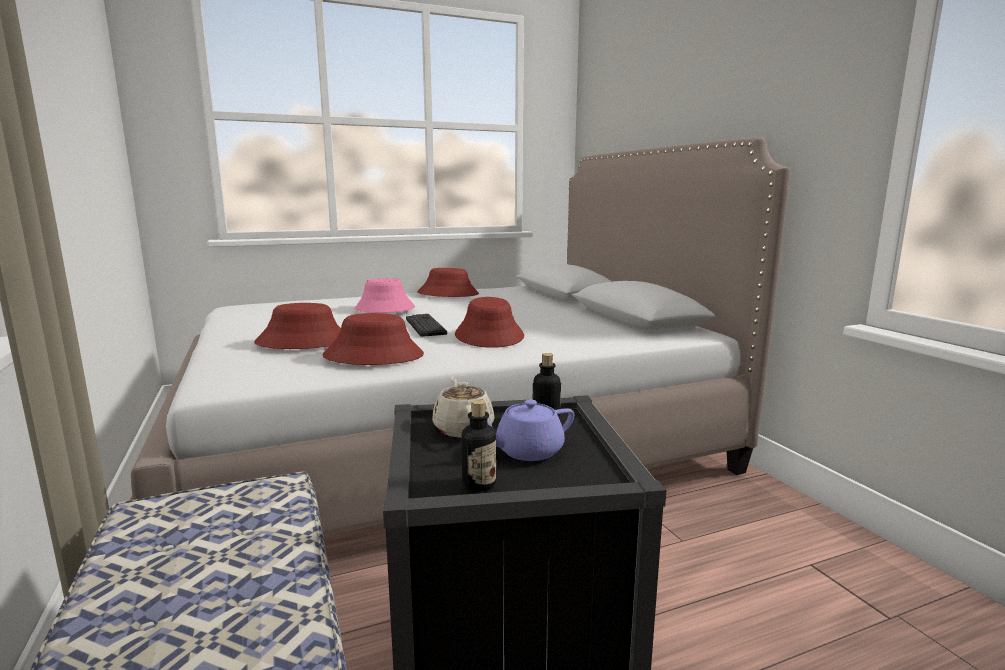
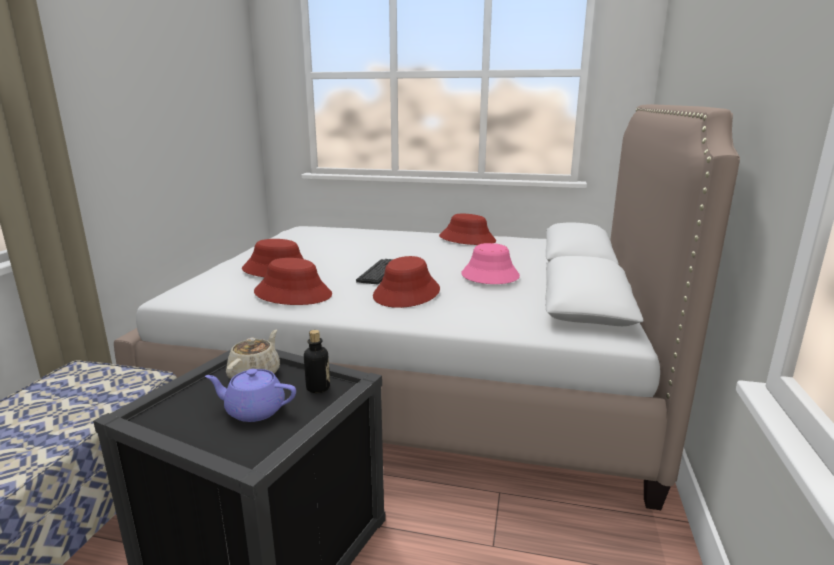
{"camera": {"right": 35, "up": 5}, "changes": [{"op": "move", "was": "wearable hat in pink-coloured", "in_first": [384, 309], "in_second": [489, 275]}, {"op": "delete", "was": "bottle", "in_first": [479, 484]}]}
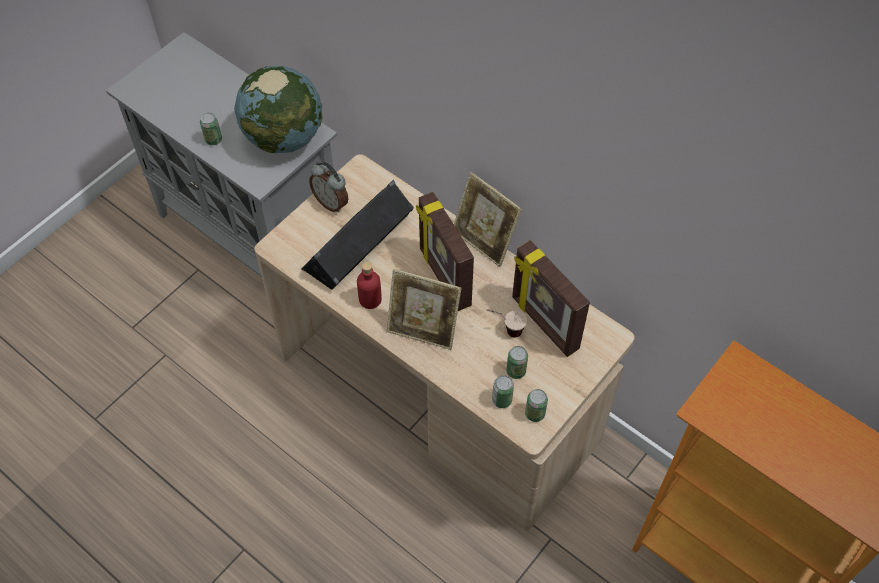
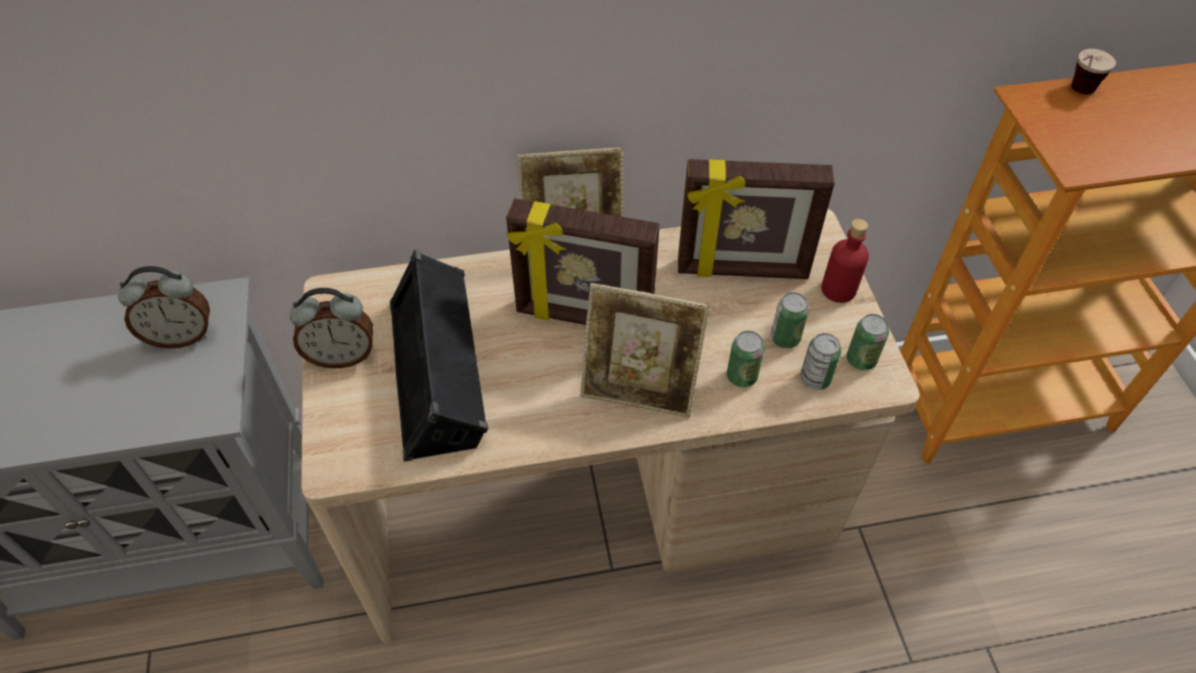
{"camera": {"right": -50, "up": -5}, "changes": [{"op": "replace", "was": "world globe", "now": "table clock", "in_first": [284, 138], "in_second": [182, 336]}, {"op": "rotate", "was": "standing frame", "in_first": [423, 330], "in_second": [639, 390], "clockwise": 45}, {"op": "move", "was": "metal can", "in_first": [213, 140], "in_second": [741, 376]}, {"op": "move", "was": "bottle in reddish", "in_first": [370, 299], "in_second": [838, 289]}, {"op": "move", "was": "small cup", "in_first": [505, 330], "in_second": [1075, 94]}]}
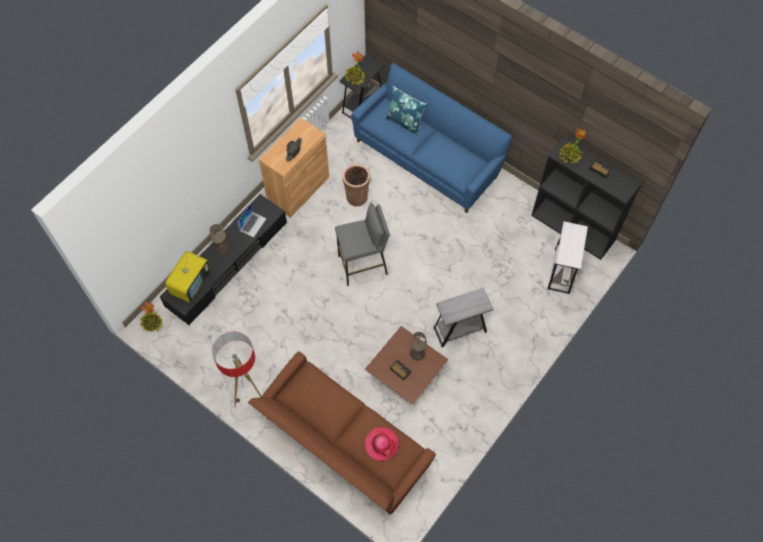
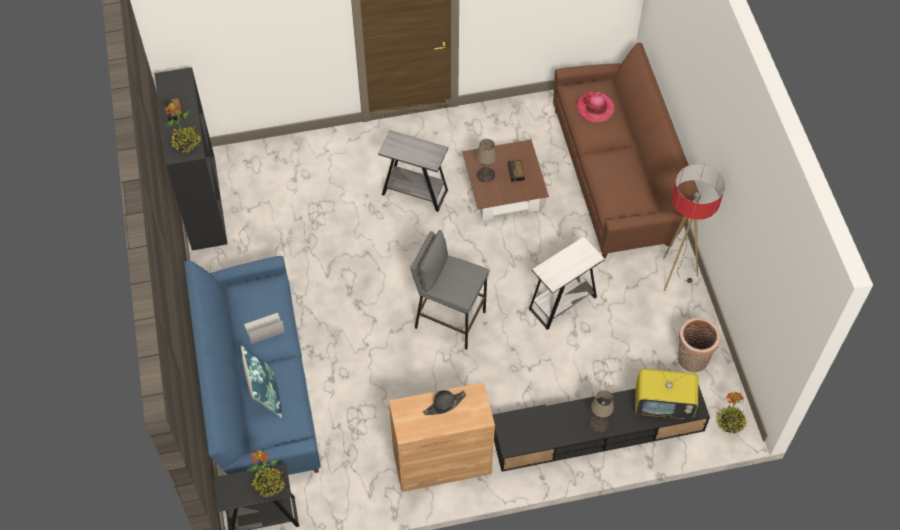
{"camera": {"right": -140, "up": -5}, "changes": [{"op": "move", "was": "portable computer", "in_first": [252, 224], "in_second": [264, 328]}, {"op": "move", "was": "end table in whitish", "in_first": [562, 271], "in_second": [562, 303]}, {"op": "rotate", "was": "TV set", "in_first": [191, 284], "in_second": [663, 404], "clockwise": -150}, {"op": "move", "was": "storage basket", "in_first": [357, 196], "in_second": [691, 360]}]}
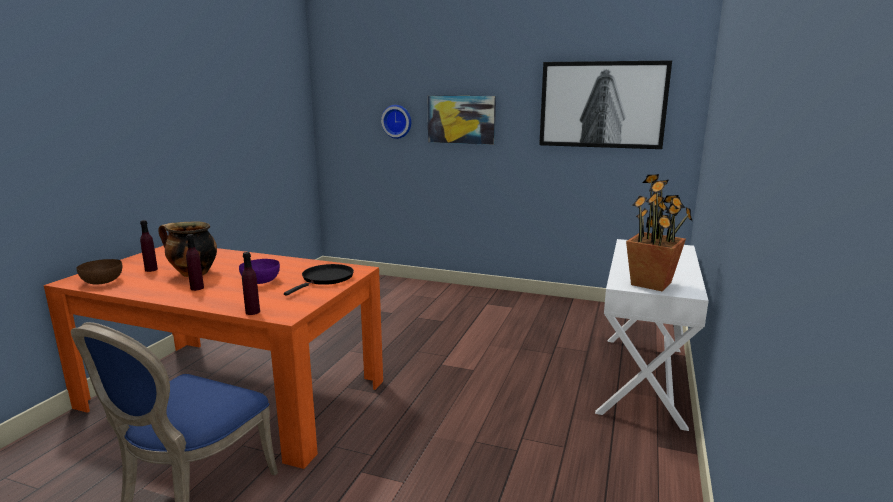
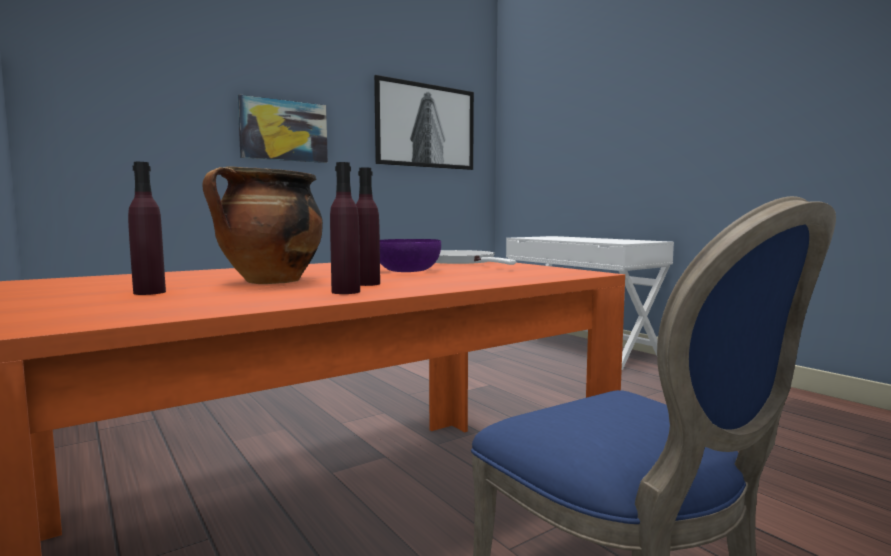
{"camera": {"right": -55, "up": -10}, "changes": [{"op": "move", "was": "bottle in purple-coloured", "in_first": [252, 312], "in_second": [346, 292]}, {"op": "recolor", "was": "skillet in blackish", "now": "skillet in whitish", "in_first": [326, 279], "in_second": [460, 262]}, {"op": "delete", "was": "bowl in brown", "in_first": [102, 281]}, {"op": "delete", "was": "clock on the wall", "in_first": [397, 121]}, {"op": "delete", "was": "plant in a pot", "in_first": [652, 283]}]}
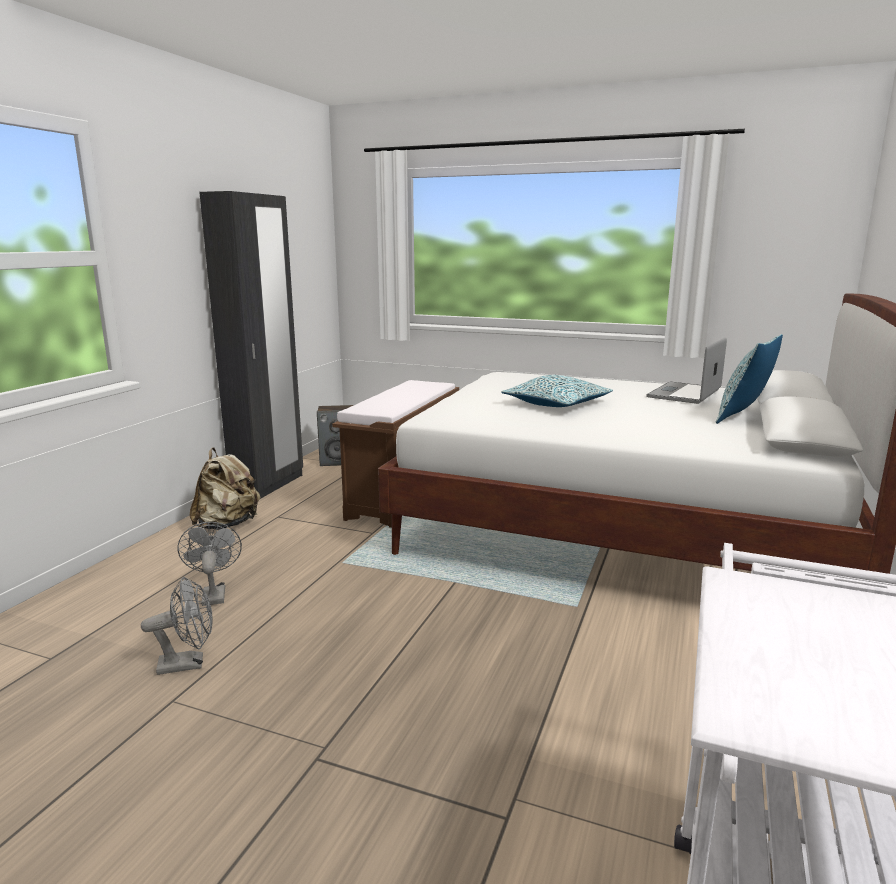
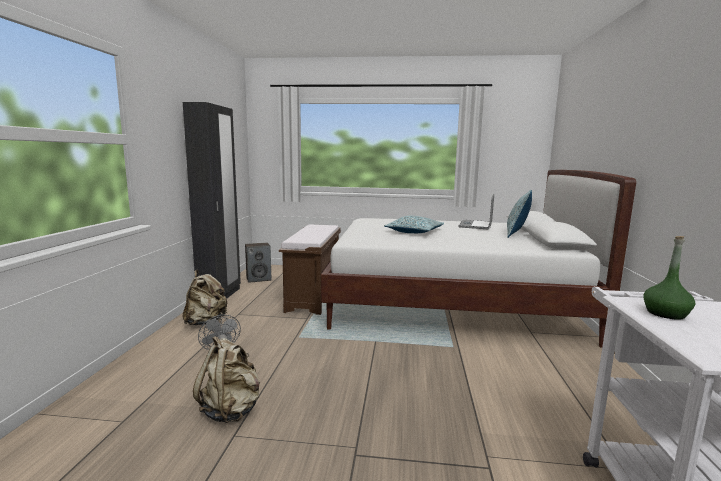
{"camera": {"right": -15, "up": -5}, "changes": [{"op": "replace", "was": "fan in gray", "now": "rucksack in beige-coloured", "in_first": [188, 663], "in_second": [231, 410]}, {"op": "insert", "now": "bottle in greenish", "in_second": [665, 313]}]}
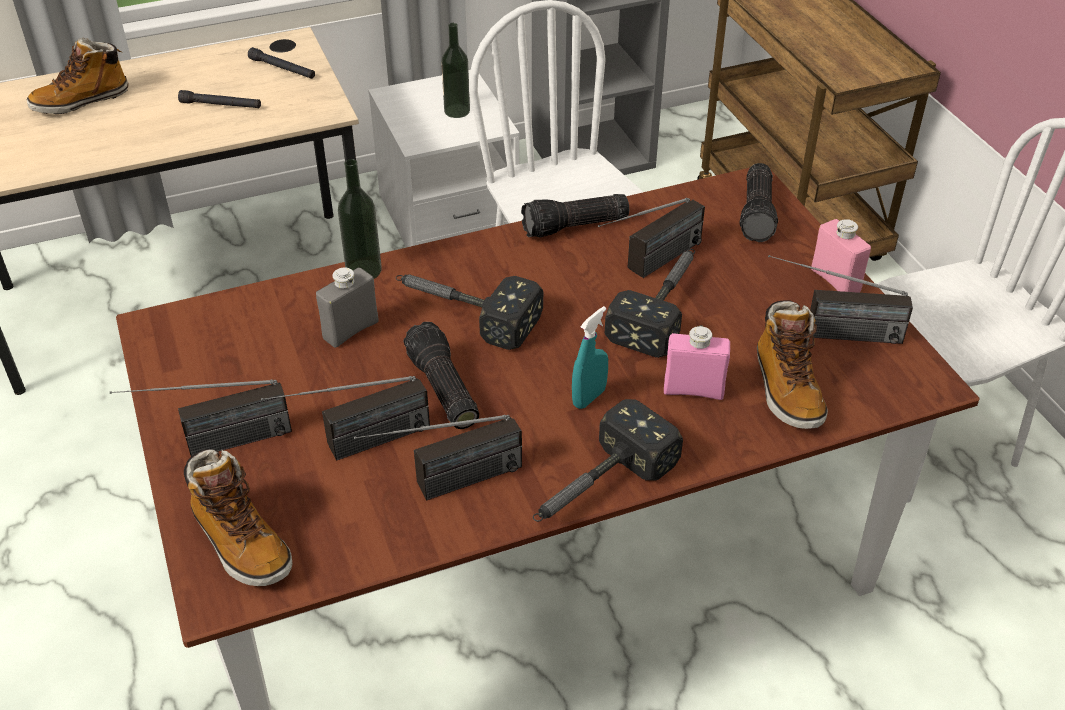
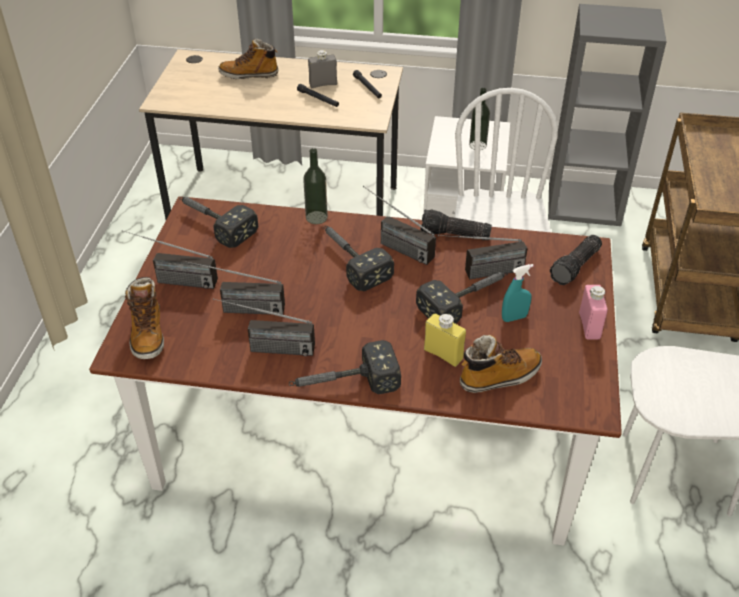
{"camera": {"right": 30, "up": 0}, "changes": [{"op": "insert", "now": "hand hammer", "in_second": [213, 223]}, {"op": "move", "was": "bottle in gray", "in_first": [351, 330], "in_second": [323, 84]}, {"op": "move", "was": "radio", "in_first": [829, 333], "in_second": [393, 245]}, {"op": "recolor", "was": "bottle in pink-coloured", "now": "bottle in yellow-coloured", "in_first": [693, 390], "in_second": [443, 354]}, {"op": "rotate", "was": "tall boot", "in_first": [786, 389], "in_second": [499, 377], "clockwise": -135}, {"op": "move", "was": "sprayer in turquoise-coloured", "in_first": [589, 397], "in_second": [514, 318]}, {"op": "delete", "was": "flashlight", "in_first": [441, 389]}]}
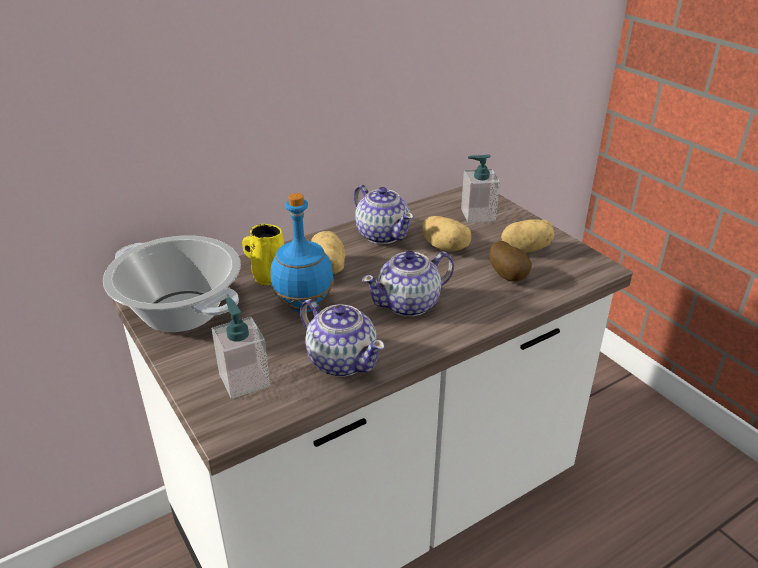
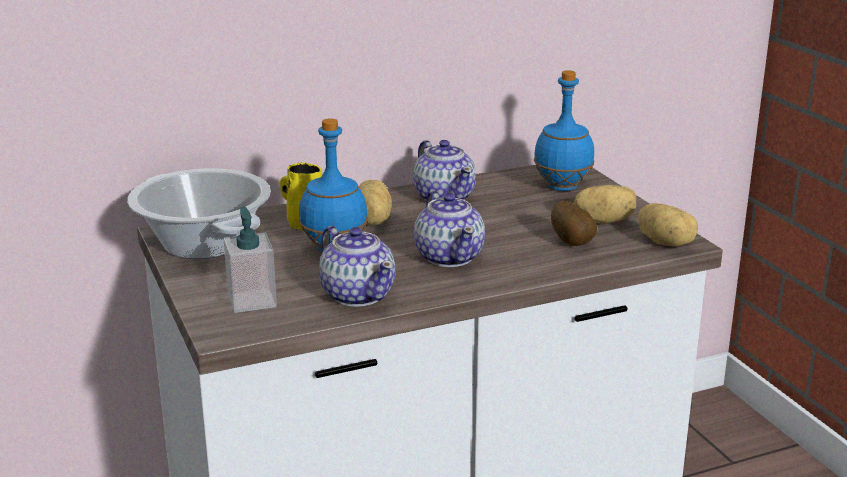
{"camera": {"right": 10, "up": -10}, "changes": [{"op": "rotate", "was": "teapot", "in_first": [409, 304], "in_second": [449, 256], "clockwise": -90}, {"op": "replace", "was": "liquid soap bottle", "now": "bottle in blue", "in_first": [477, 215], "in_second": [563, 187]}, {"op": "move", "was": "potato", "in_first": [446, 247], "in_second": [666, 243]}]}
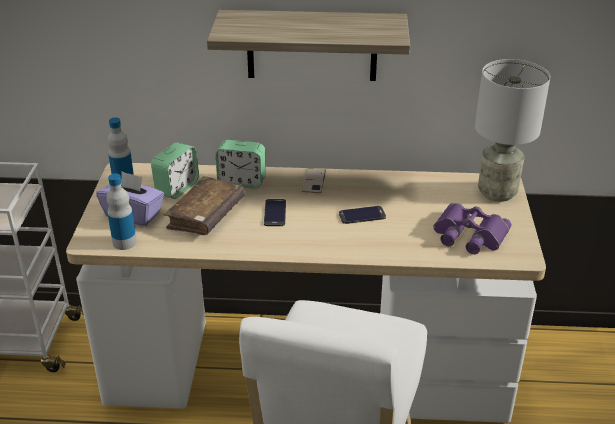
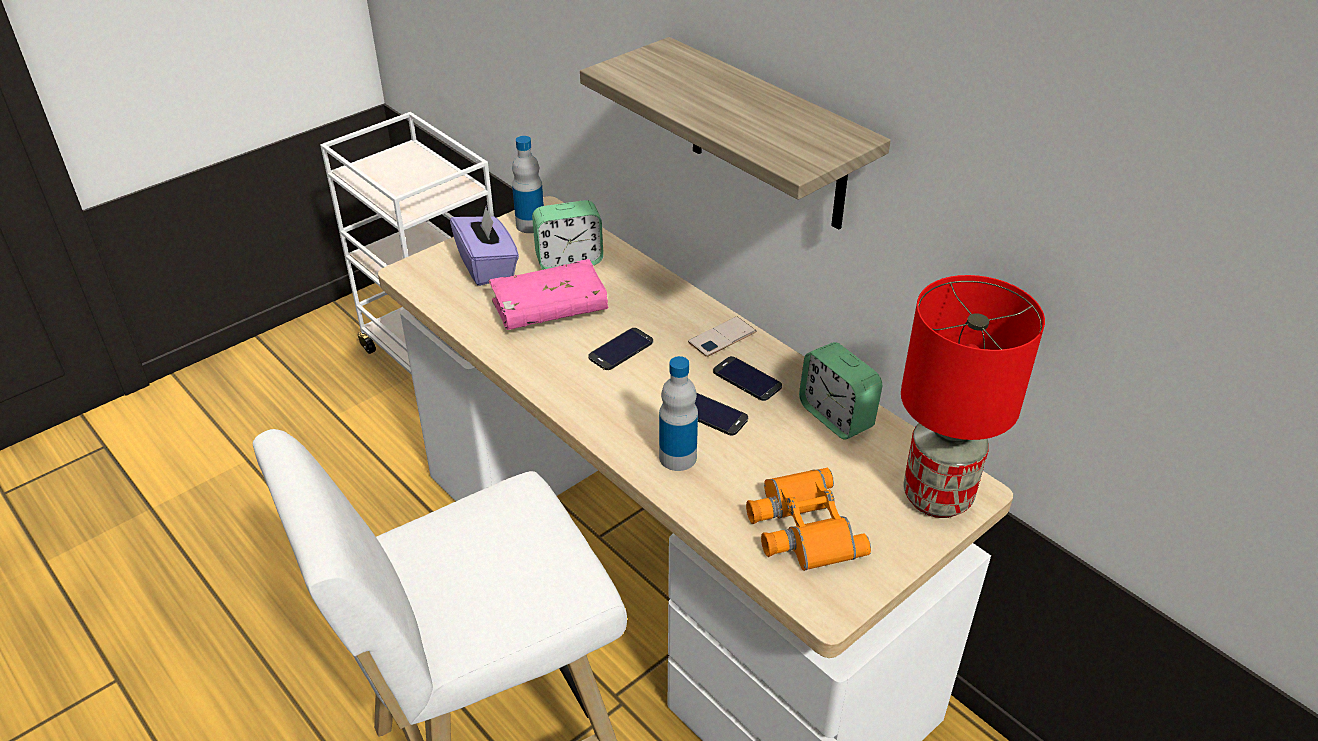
{"camera": {"right": 45, "up": 5}, "changes": [{"op": "recolor", "was": "volume in brown", "now": "volume in pink-coloured", "in_first": [206, 215], "in_second": [549, 309]}, {"op": "move", "was": "bottle", "in_first": [124, 242], "in_second": [677, 457]}, {"op": "insert", "now": "handset", "in_second": [747, 379]}, {"op": "recolor", "was": "field glasses in purple-coloured", "now": "field glasses in orange", "in_first": [468, 235], "in_second": [800, 527]}, {"op": "move", "was": "table clock", "in_first": [242, 181], "in_second": [836, 416]}, {"op": "recolor", "was": "lamp for a table in gray", "now": "lamp for a table in reddish", "in_first": [497, 193], "in_second": [936, 498]}]}
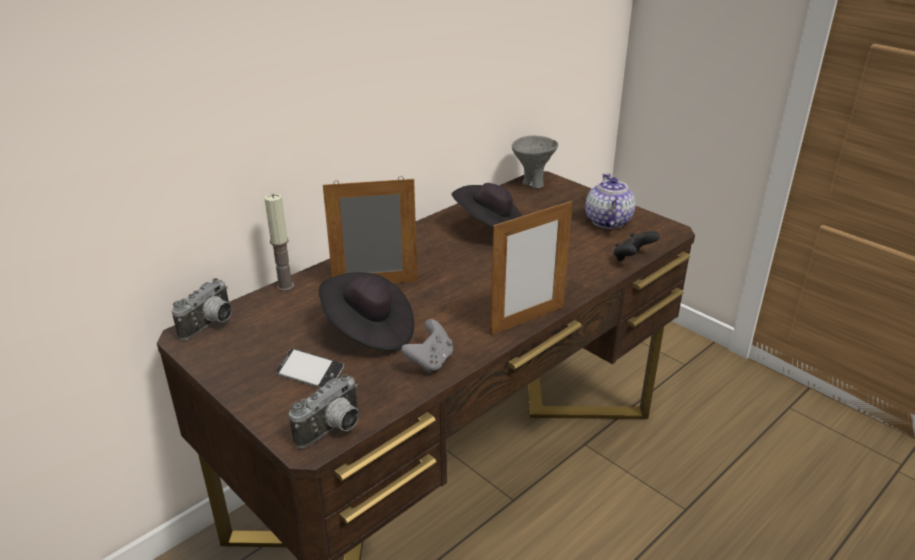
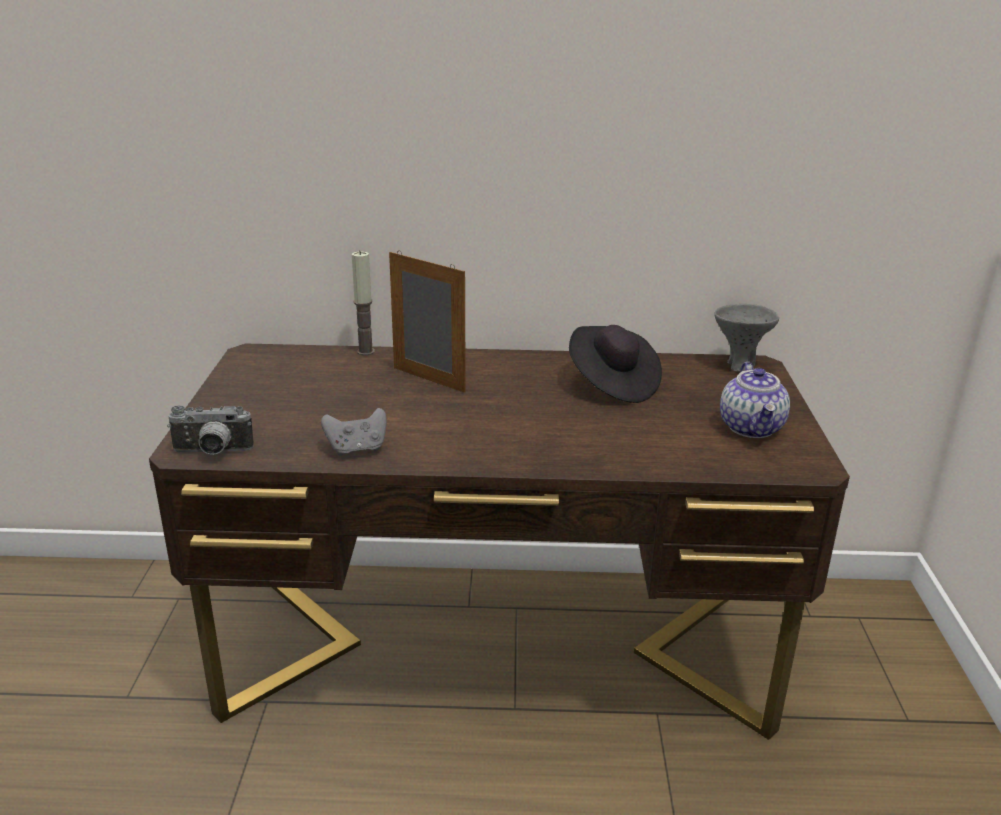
{"camera": {"right": 45, "up": -5}, "changes": [{"op": "rotate", "was": "teapot", "in_first": [607, 221], "in_second": [752, 428], "clockwise": 135}, {"op": "delete", "was": "still camera", "in_first": [211, 325]}, {"op": "delete", "was": "handset", "in_first": [310, 374]}, {"op": "delete", "was": "wearable hat in blackish", "in_first": [369, 331]}, {"op": "delete", "was": "standing frame", "in_first": [527, 320]}, {"op": "delete", "was": "gamepad in blackish", "in_first": [632, 258]}]}
